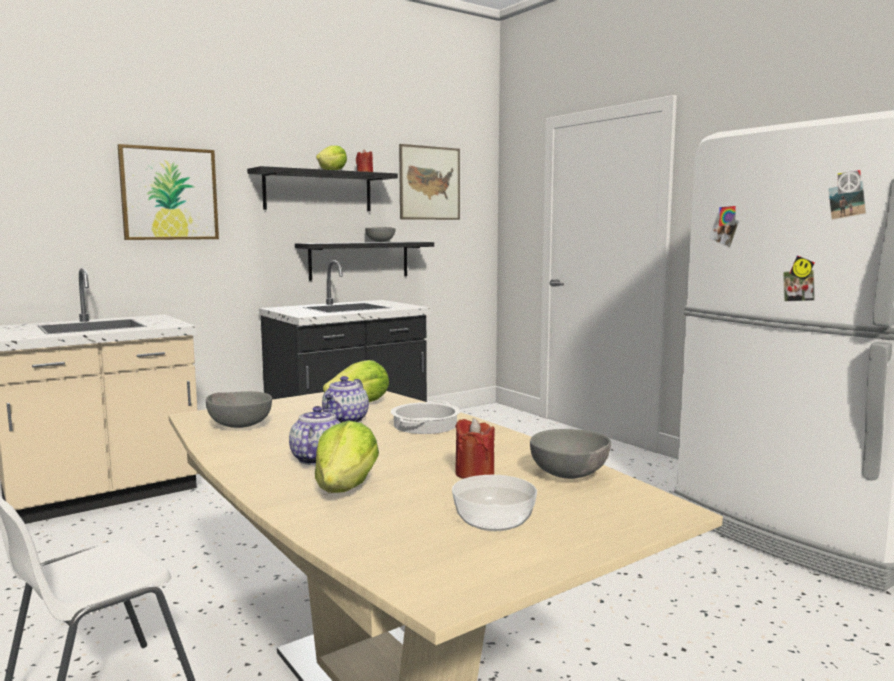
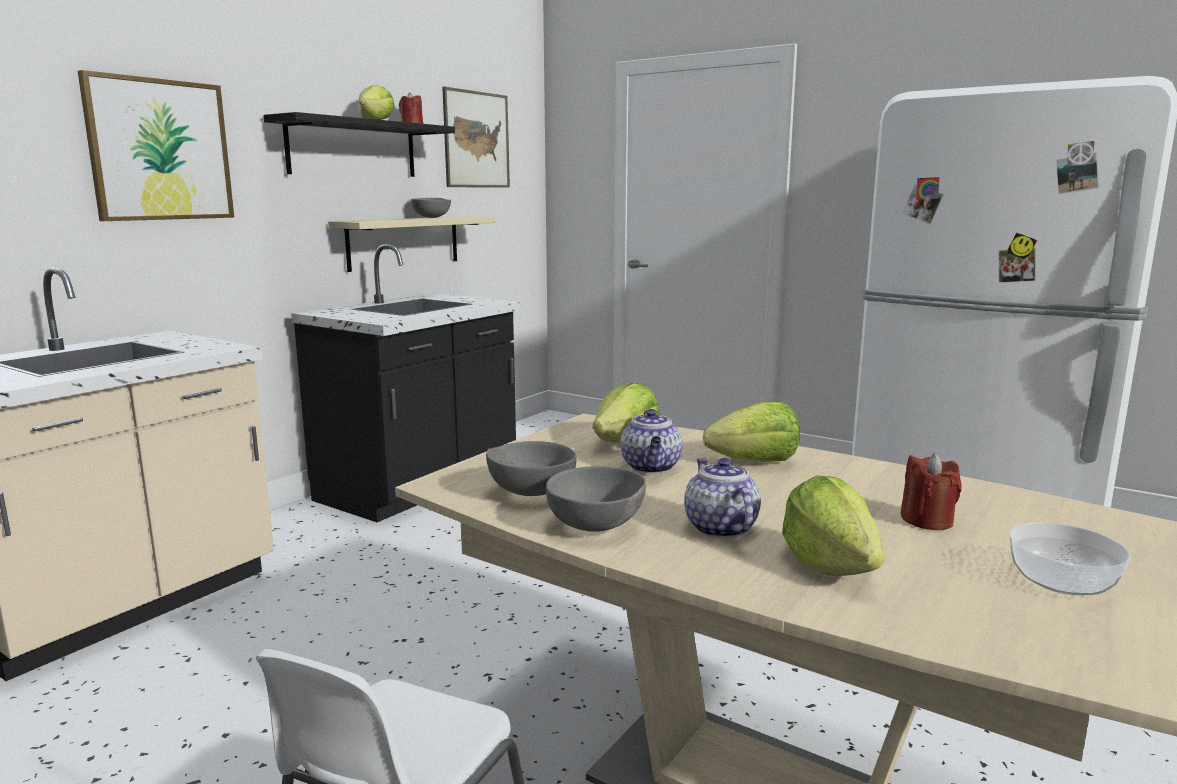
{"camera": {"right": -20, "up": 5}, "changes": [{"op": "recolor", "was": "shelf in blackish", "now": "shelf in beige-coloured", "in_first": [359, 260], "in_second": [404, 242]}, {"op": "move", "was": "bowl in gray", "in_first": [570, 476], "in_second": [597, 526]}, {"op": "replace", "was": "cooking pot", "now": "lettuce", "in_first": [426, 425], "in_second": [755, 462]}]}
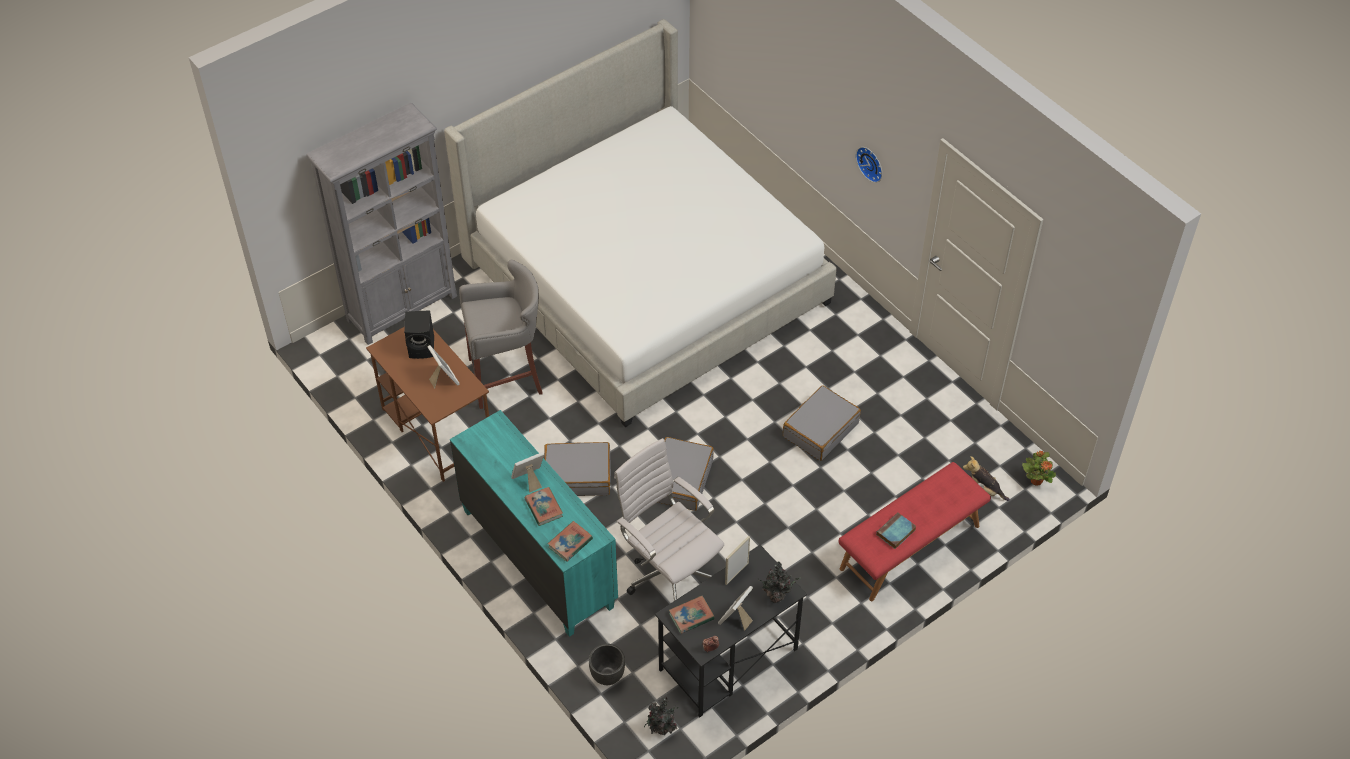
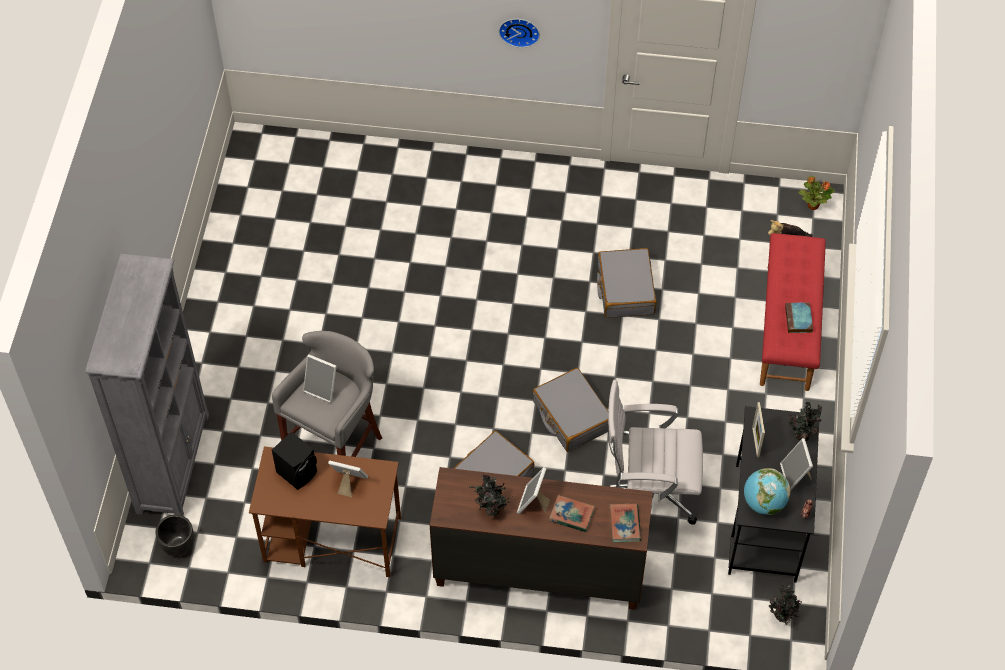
{"camera": {"right": -45, "up": 5}, "changes": [{"op": "move", "was": "plant pot in blackish", "in_first": [607, 675], "in_second": [178, 546]}, {"op": "insert", "now": "standing frame", "in_second": [322, 388]}, {"op": "recolor", "was": "drawer chest in turquoise-coloured", "now": "drawer chest in brown", "in_first": [538, 557], "in_second": [538, 570]}, {"op": "insert", "now": "plant in a pot", "in_second": [491, 510]}, {"op": "replace", "was": "volume", "now": "world globe", "in_first": [691, 616], "in_second": [764, 503]}, {"op": "delete", "was": "bedroom bed", "in_first": [645, 280]}]}
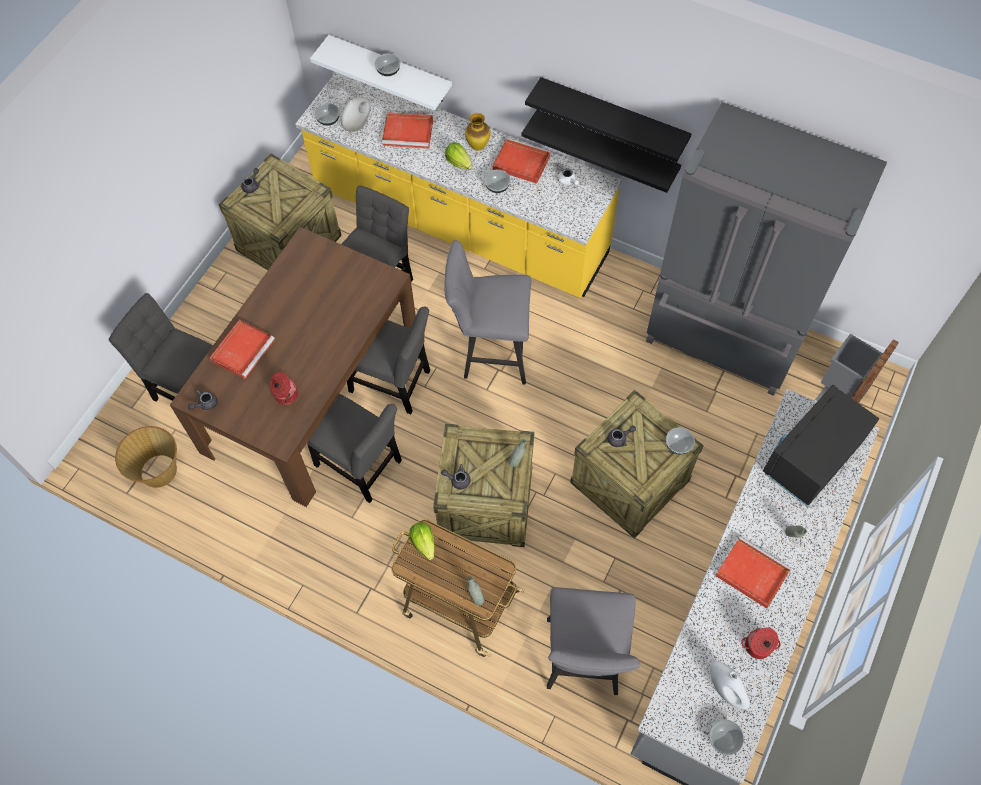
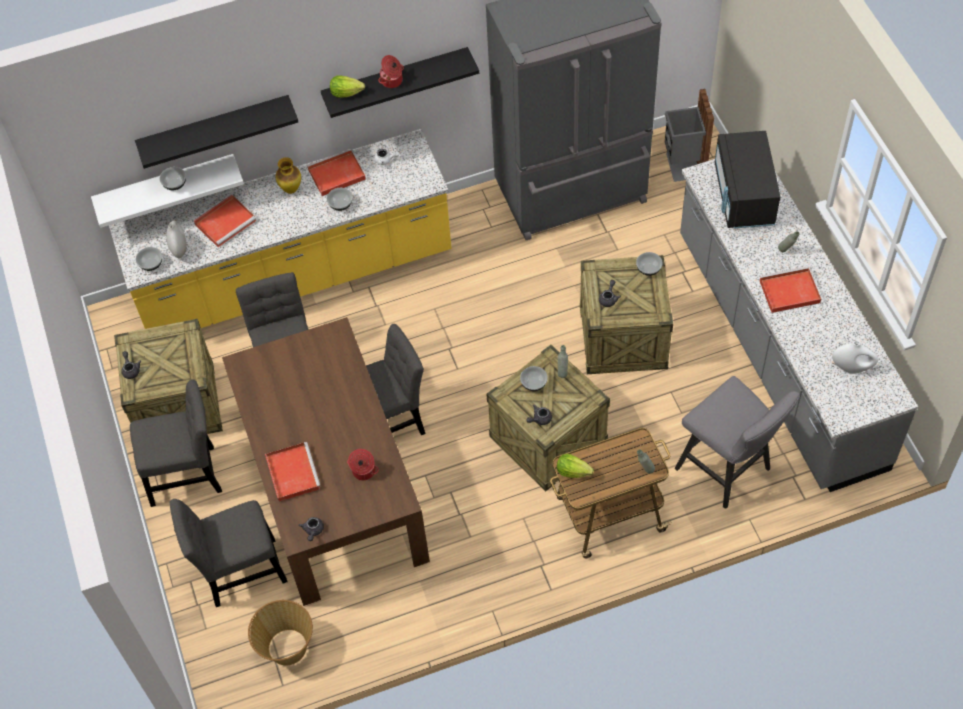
{"camera": {"right": -45, "up": -5}, "changes": [{"op": "move", "was": "chair in gray", "in_first": [361, 466], "in_second": [188, 476]}, {"op": "move", "was": "shelf in blackish", "in_first": [606, 147], "in_second": [215, 128]}, {"op": "move", "was": "lettuce", "in_first": [459, 162], "in_second": [346, 93]}, {"op": "move", "was": "cooking pot", "in_first": [758, 647], "in_second": [392, 81]}, {"op": "move", "was": "bowl", "in_first": [723, 739], "in_second": [533, 383]}, {"op": "delete", "was": "sitting stool in gray", "in_first": [490, 352]}]}
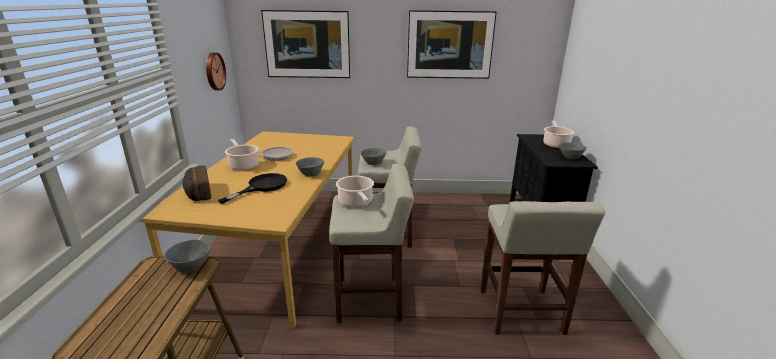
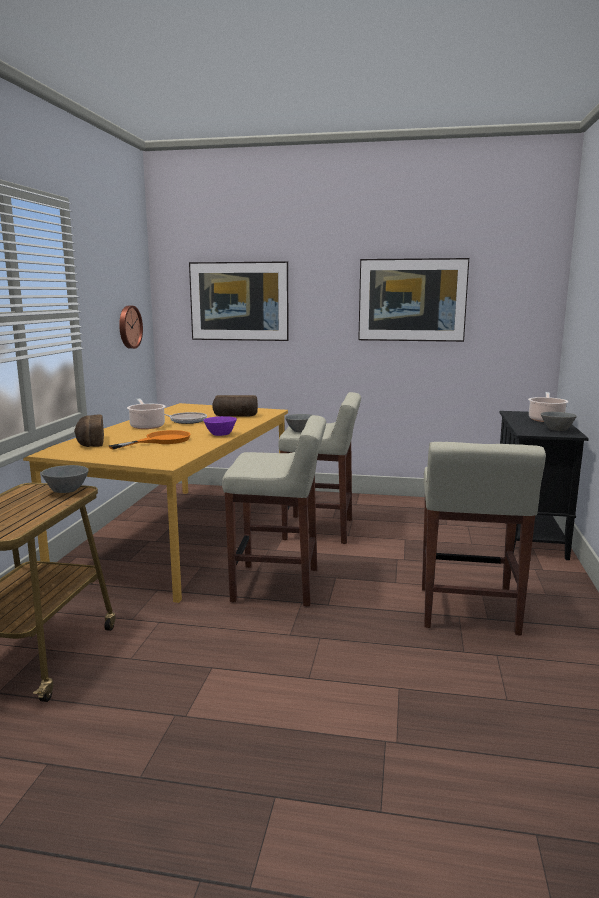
{"camera": {"right": 10, "up": -10}, "changes": [{"op": "recolor", "was": "skillet in blackish", "now": "skillet in orange", "in_first": [262, 186], "in_second": [161, 441]}, {"op": "recolor", "was": "bowl in gray", "now": "bowl in purple-coloured", "in_first": [310, 173], "in_second": [220, 434]}, {"op": "insert", "now": "bread", "in_second": [235, 416]}, {"op": "delete", "was": "cooking pot", "in_first": [356, 202]}]}
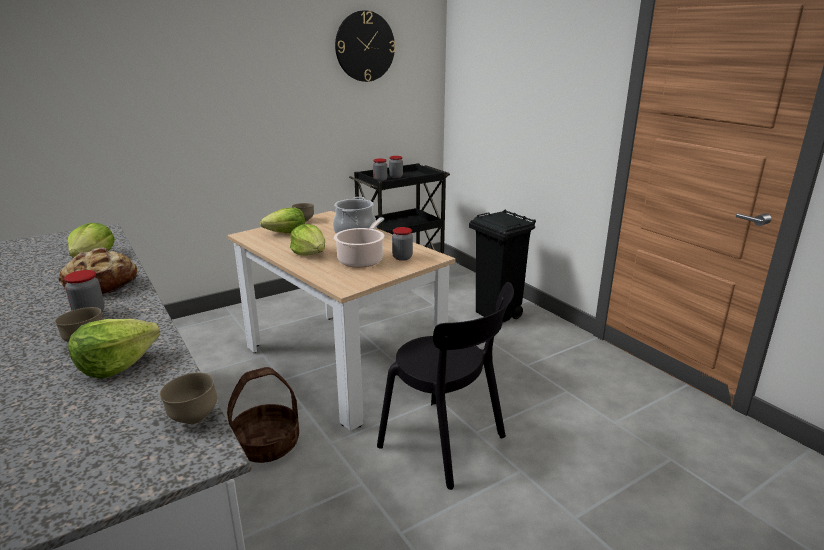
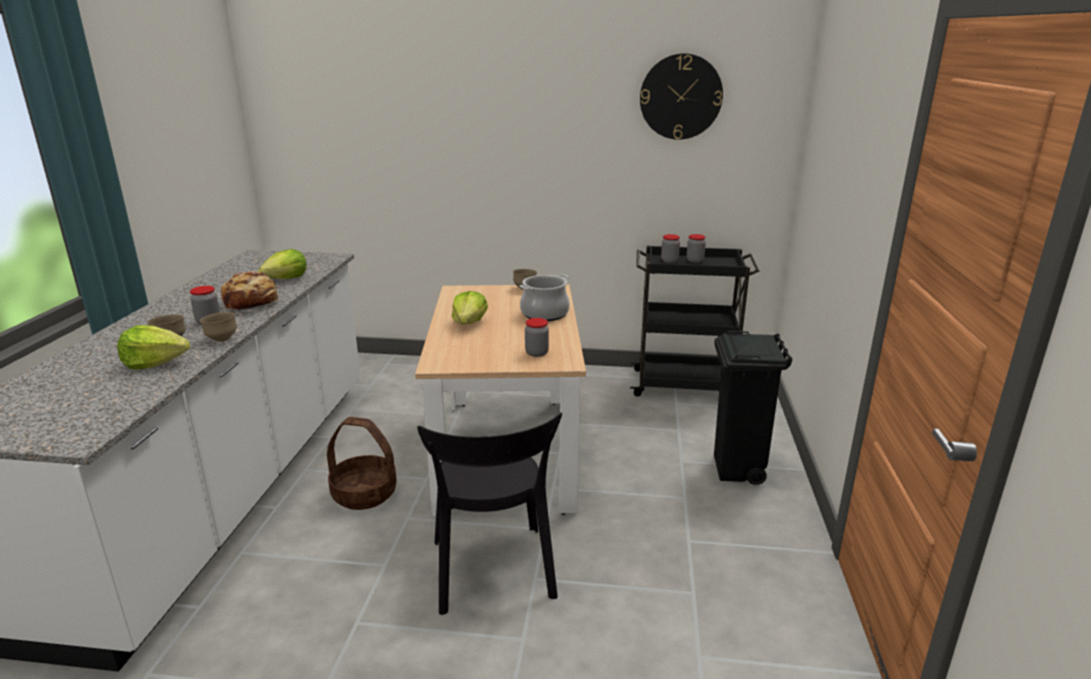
{"camera": {"right": 40, "up": 0}, "changes": [{"op": "move", "was": "bowl in brown", "in_first": [193, 418], "in_second": [221, 339]}, {"op": "delete", "was": "lettuce", "in_first": [286, 233]}, {"op": "delete", "was": "cooking pot", "in_first": [361, 260]}]}
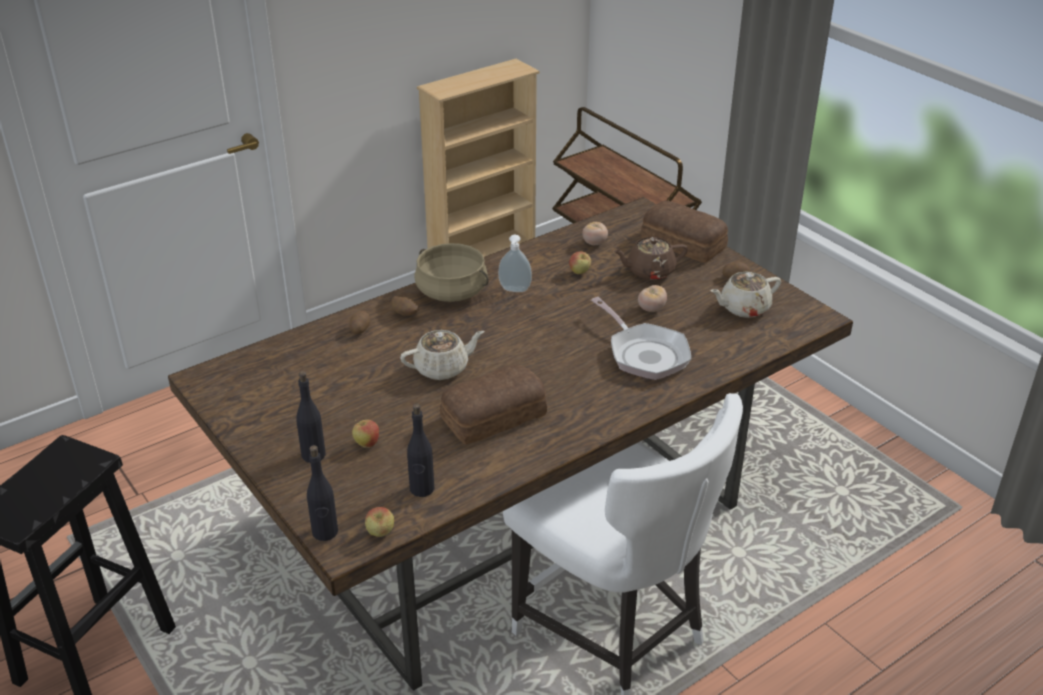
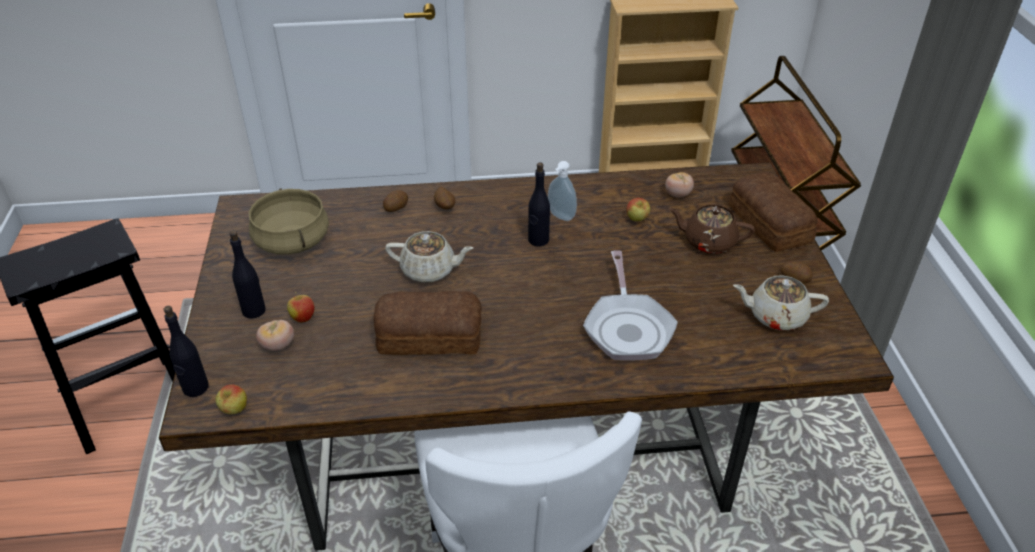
{"camera": {"right": 30, "up": 5}, "changes": [{"op": "move", "was": "cooking pot in beige-coloured", "in_first": [452, 292], "in_second": [293, 241]}, {"op": "move", "was": "whole tomato", "in_first": [651, 309], "in_second": [278, 345]}, {"op": "move", "was": "bottle in blackish", "in_first": [422, 489], "in_second": [538, 240]}]}
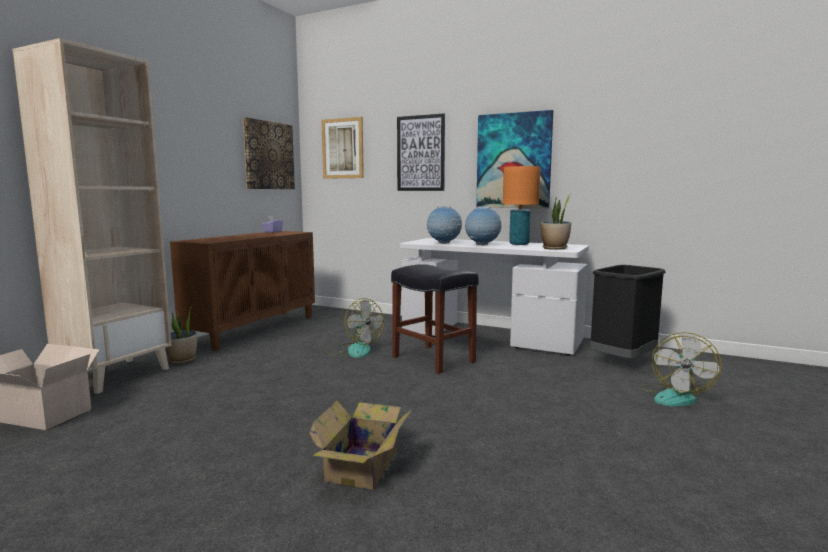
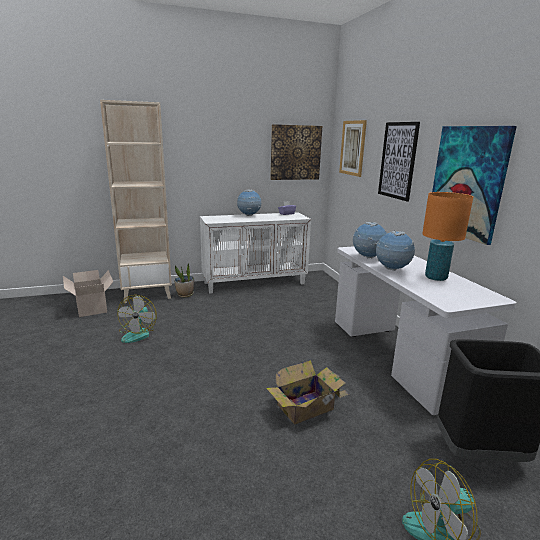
{"camera": {"right": 45, "up": 10}, "changes": [{"op": "move", "was": "fan", "in_first": [354, 350], "in_second": [138, 333]}, {"op": "recolor", "was": "cupboard in brown", "now": "cupboard in whitish", "in_first": [253, 329], "in_second": [255, 283]}, {"op": "insert", "now": "world globe", "in_second": [249, 216]}, {"op": "move", "was": "cardboard box", "in_first": [364, 464], "in_second": [307, 407]}, {"op": "delete", "was": "sitting stool in blackish", "in_first": [432, 359]}, {"op": "delete", "was": "plant in a pot", "in_first": [554, 248]}]}
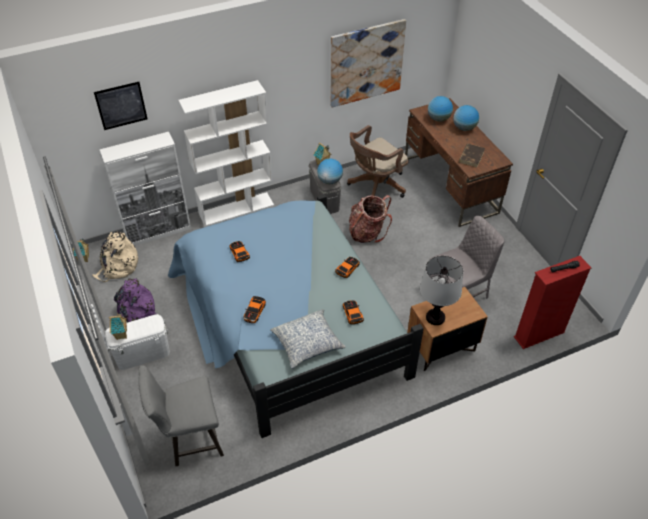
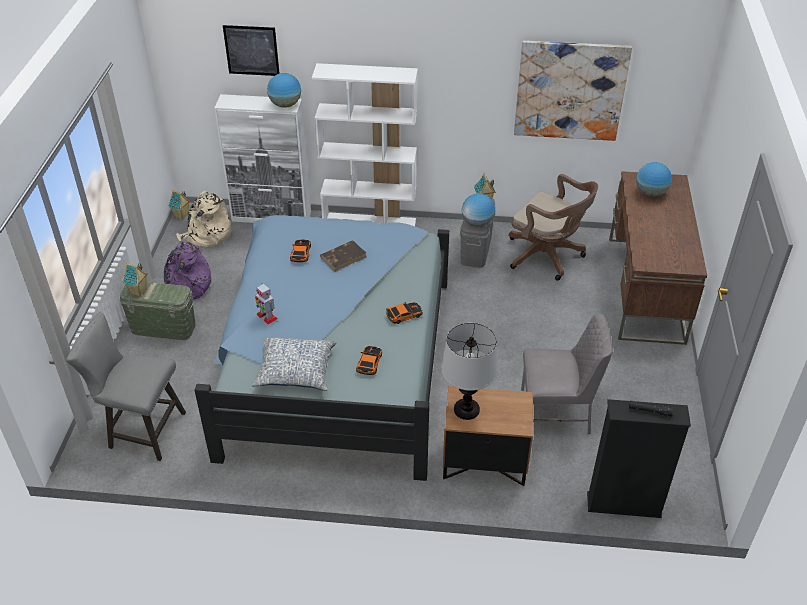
{"camera": {"right": 30, "up": -5}, "changes": [{"op": "recolor", "was": "storage box in whitish", "now": "storage box in greenish", "in_first": [142, 354], "in_second": [163, 328]}, {"op": "replace", "was": "toy car", "now": "robot figure", "in_first": [254, 312], "in_second": [266, 316]}, {"op": "move", "was": "world globe", "in_first": [464, 128], "in_second": [285, 105]}, {"op": "move", "was": "volume in brown", "in_first": [471, 156], "in_second": [343, 257]}, {"op": "rotate", "was": "office chair in brown", "in_first": [375, 186], "in_second": [547, 256], "clockwise": -135}, {"op": "recolor", "was": "bookcase in reddish", "now": "bookcase in blackish", "in_first": [539, 335], "in_second": [623, 505]}, {"op": "delete", "was": "rucksack", "in_first": [367, 232]}]}
